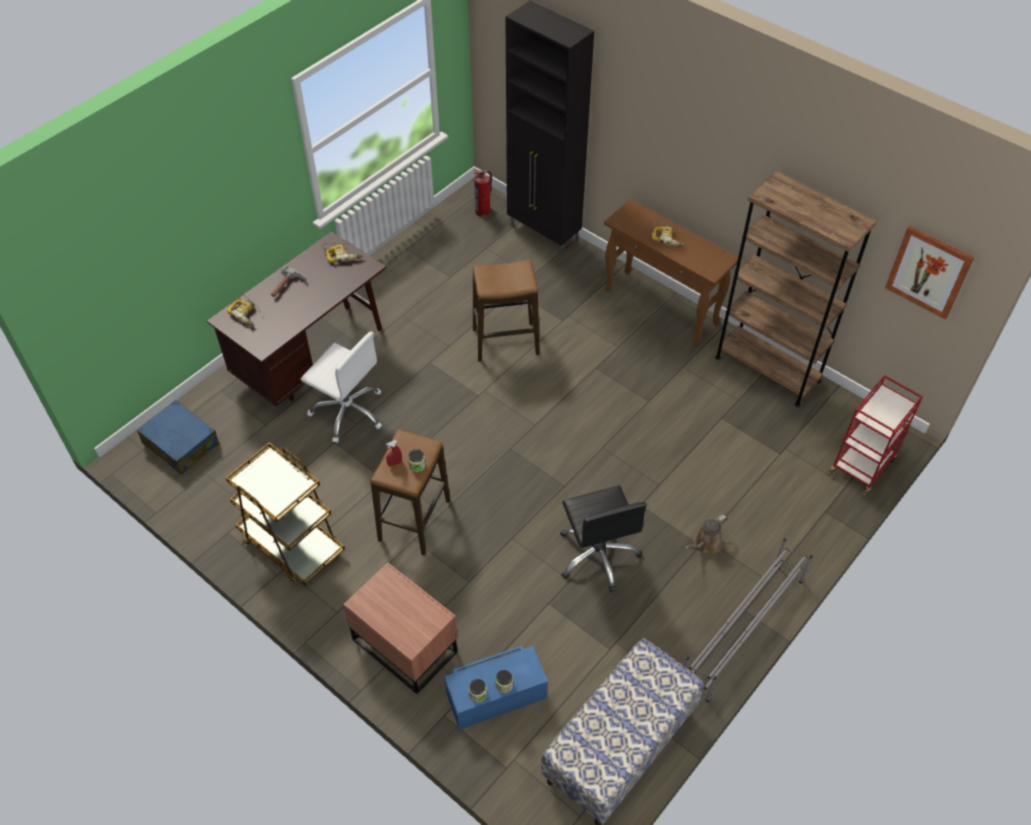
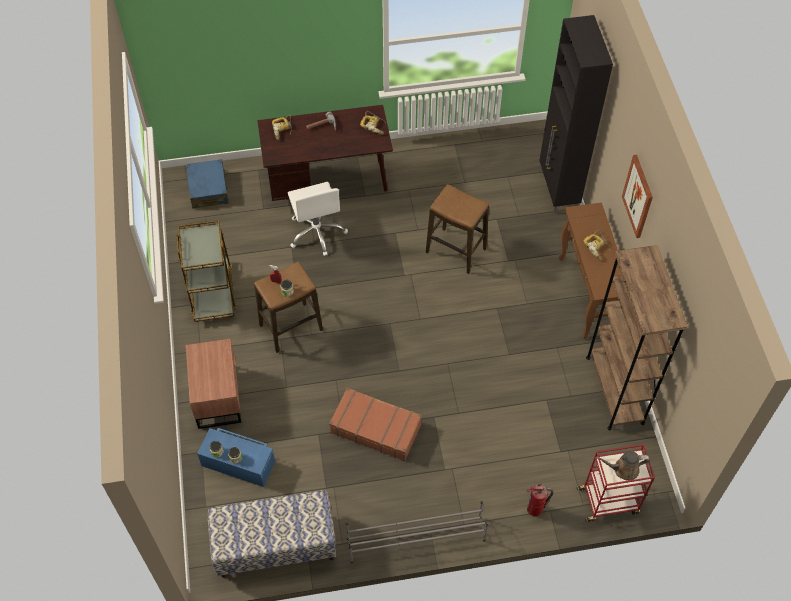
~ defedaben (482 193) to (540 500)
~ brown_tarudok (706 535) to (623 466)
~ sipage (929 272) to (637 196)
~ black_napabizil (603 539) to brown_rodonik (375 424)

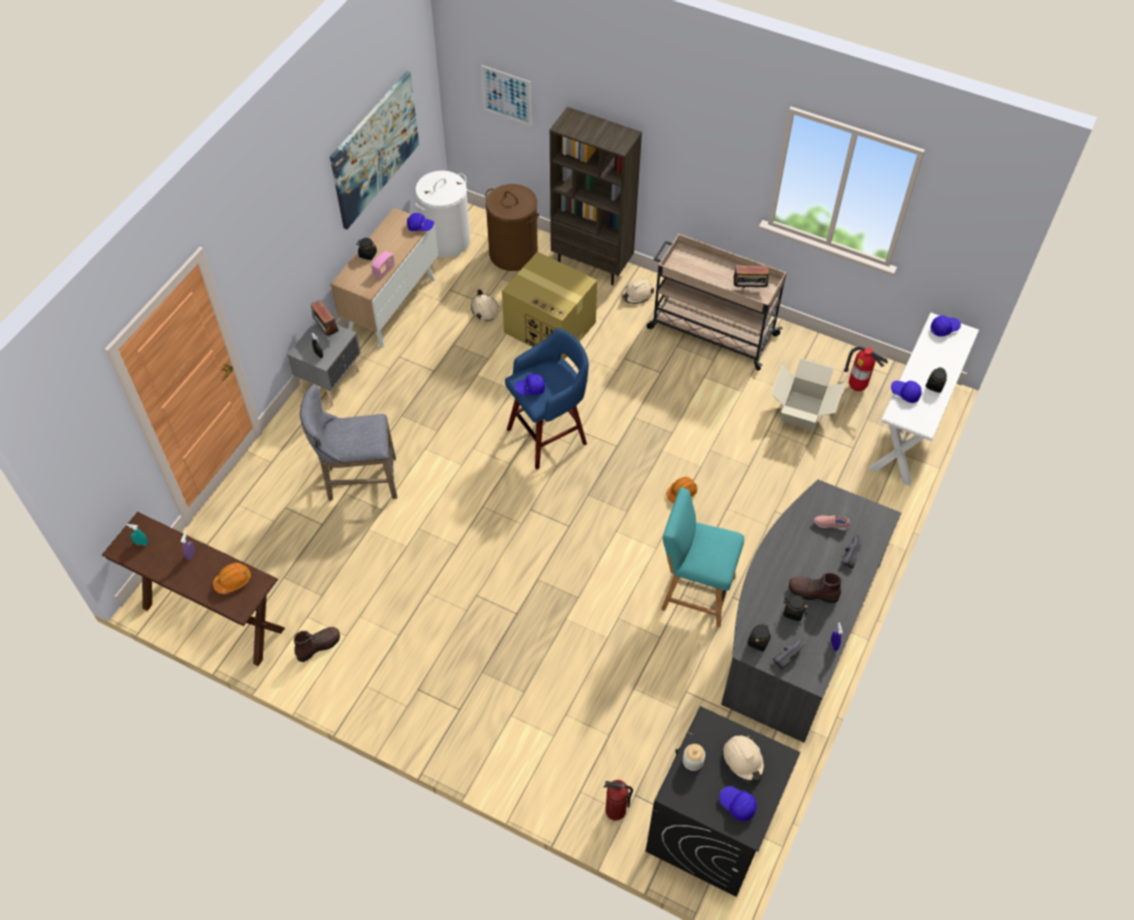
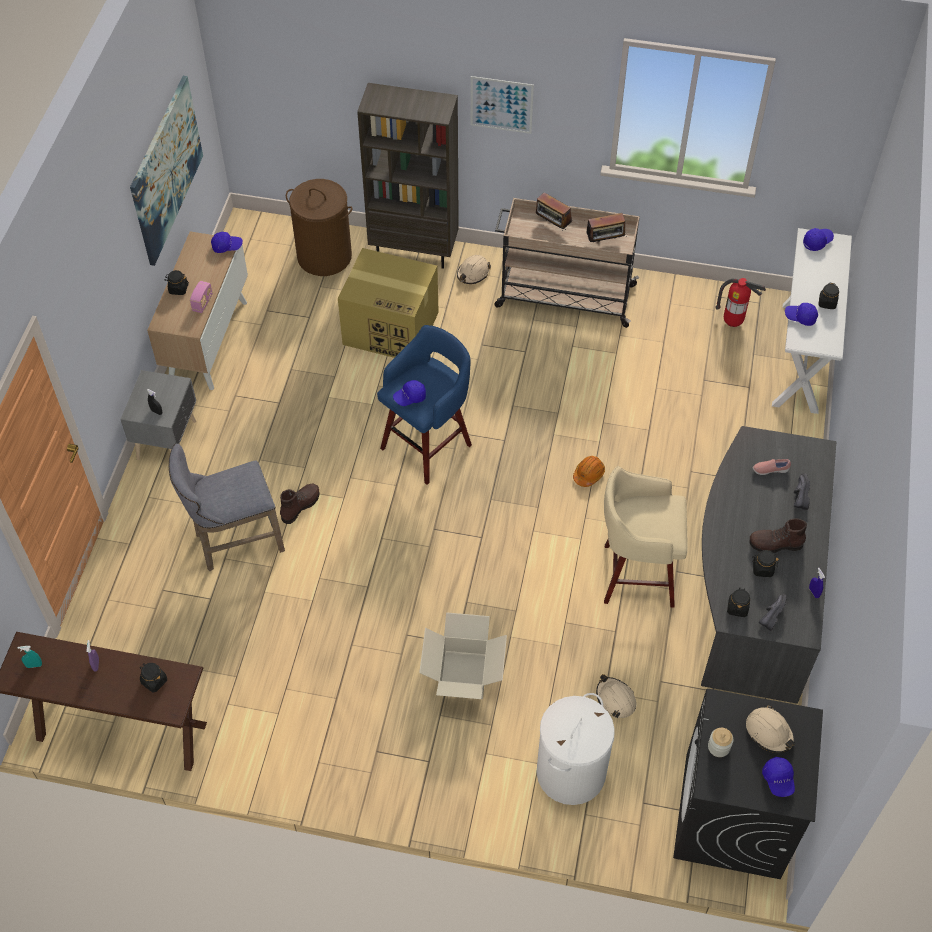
- defedaben (618 800)
~ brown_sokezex (317 644) to (299 504)
~ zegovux (325 318) to (554 211)
~ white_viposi (442 214) to (575 749)
~ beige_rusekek (485 305) to (616 696)
~ sipage (506 95) to (502 105)
~ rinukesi (808 394) to (463 655)
~ orange_rusekek (232 578) to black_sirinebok (153 677)
~ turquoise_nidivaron (702 557) to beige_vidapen (646 537)
~ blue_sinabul (738 803) = (778 777) 120 degrees counterclockwise

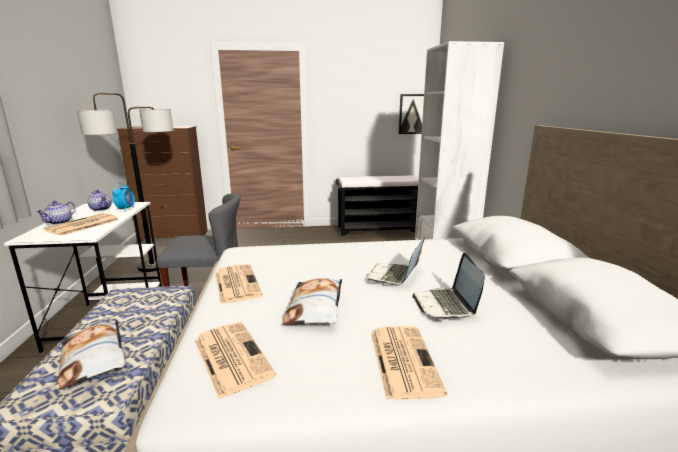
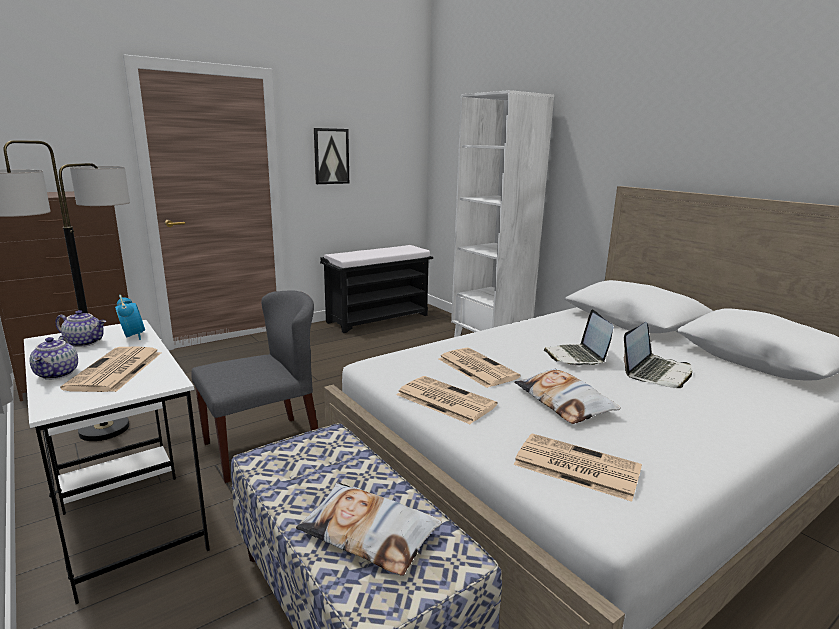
~ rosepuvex (409 363) to (479 368)
~ sipage (411 114) to (331 156)
~ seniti (448 286) = (658 355) 105 degrees counterclockwise

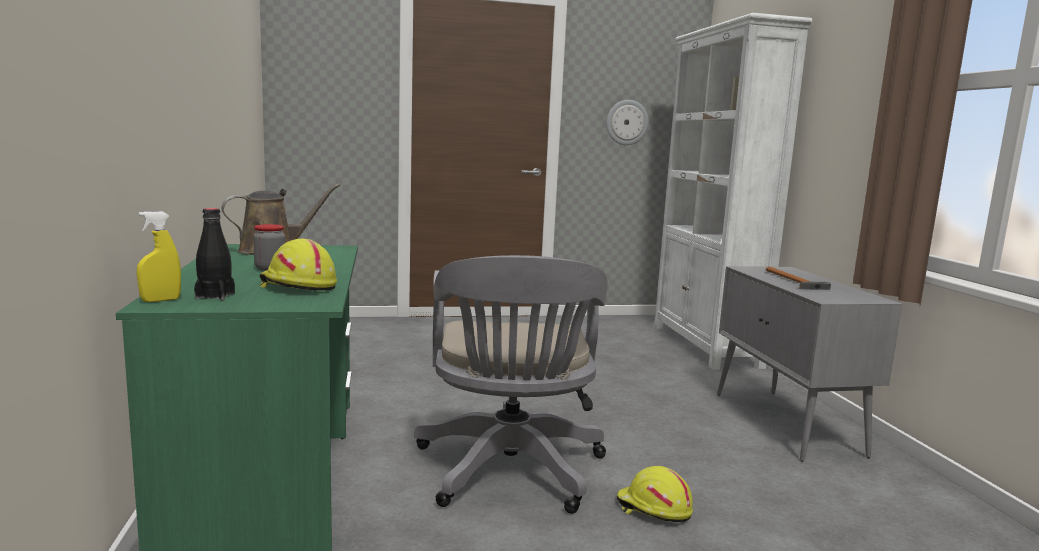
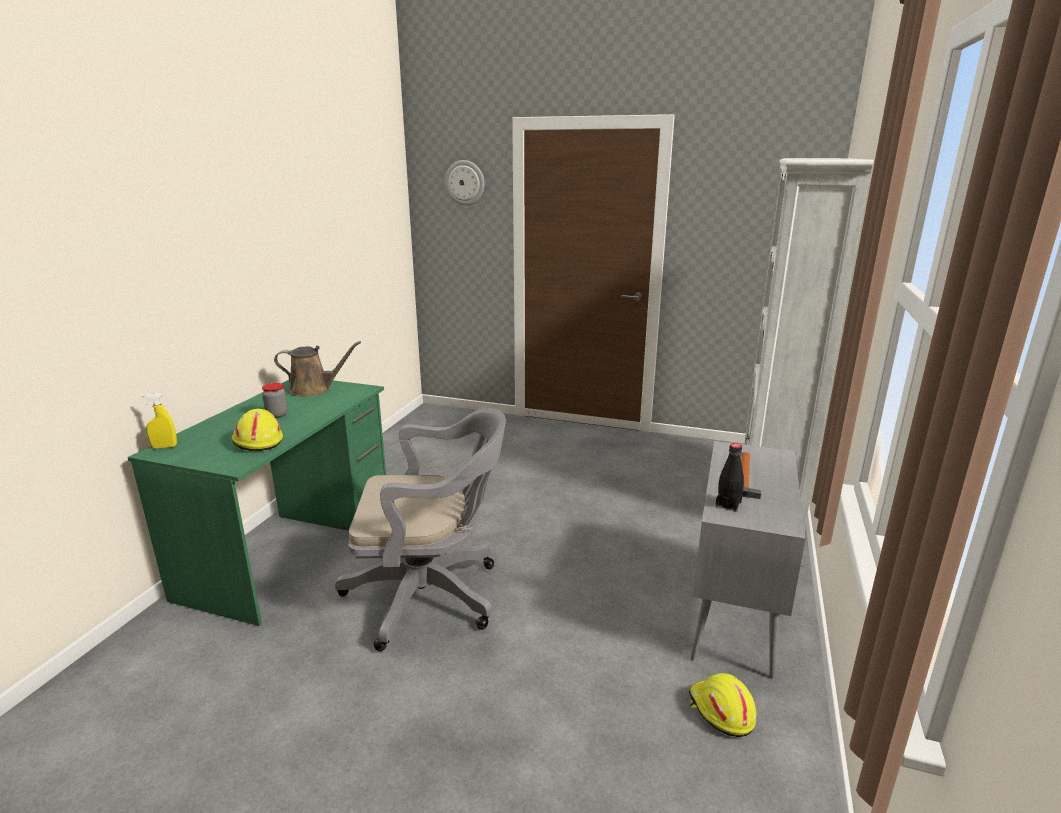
~ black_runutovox (214 254) to (729 477)
~ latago (627 122) to (465 182)
~ yellow_rusekek (655 494) to (722 705)
~ grey_napabizil (511 384) = (420 529) 120 degrees counterclockwise

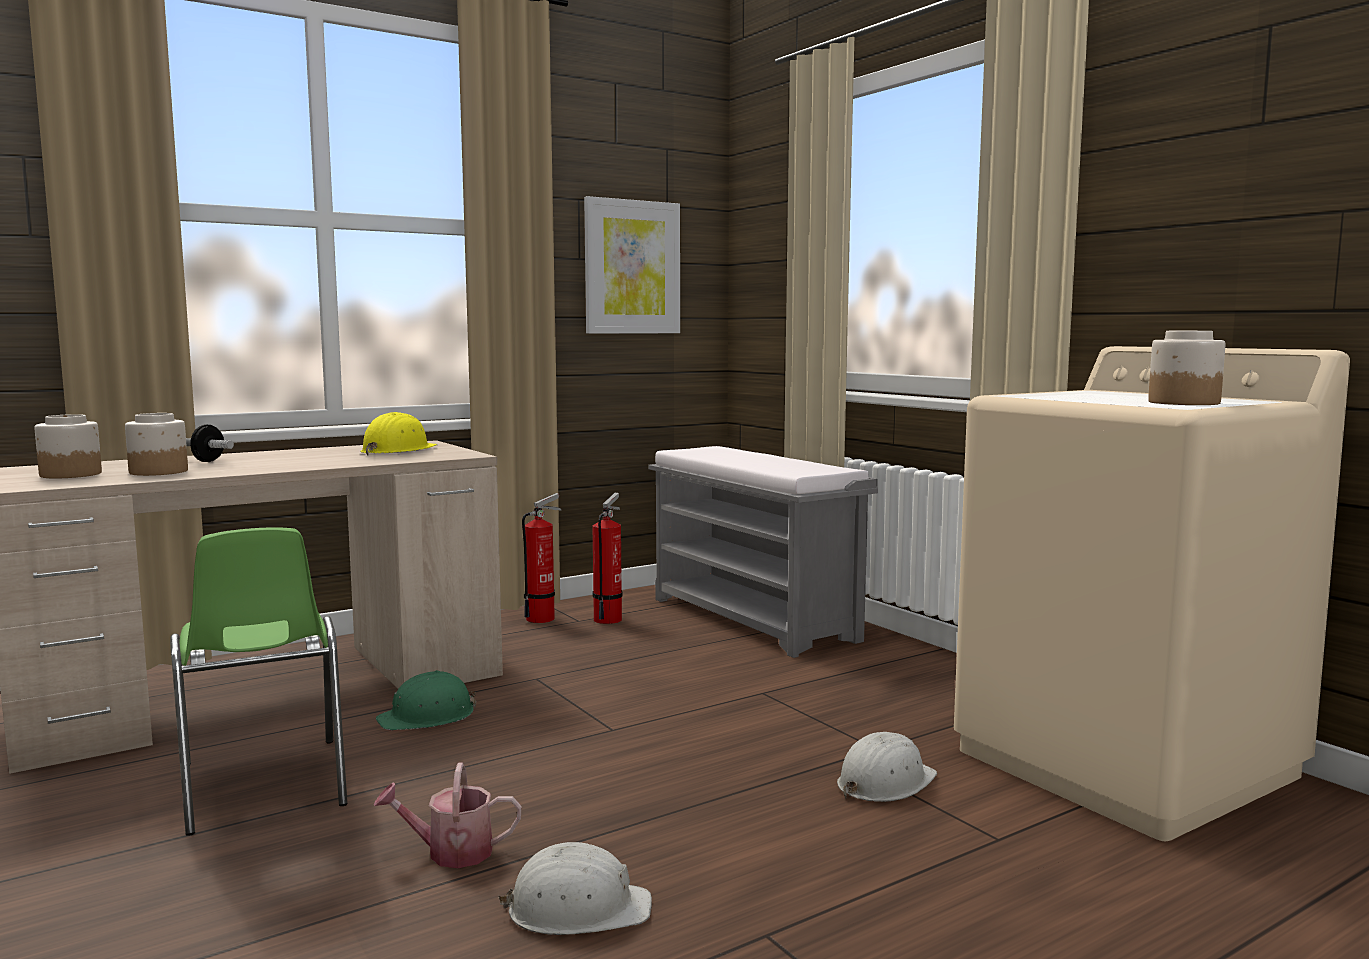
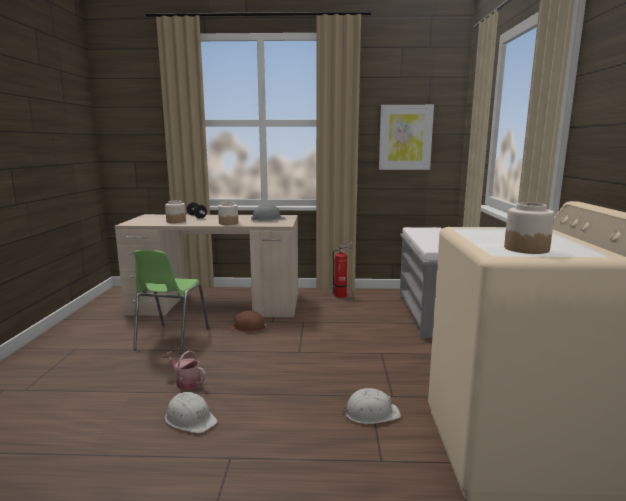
- defedaben (607 558)
~ sirinebok (68 446) to (228 213)
~ yellow_rusekek (398 434) to grey_rusekek (268 212)
~ green_rusekek (426 700) to brown_rusekek (248 322)

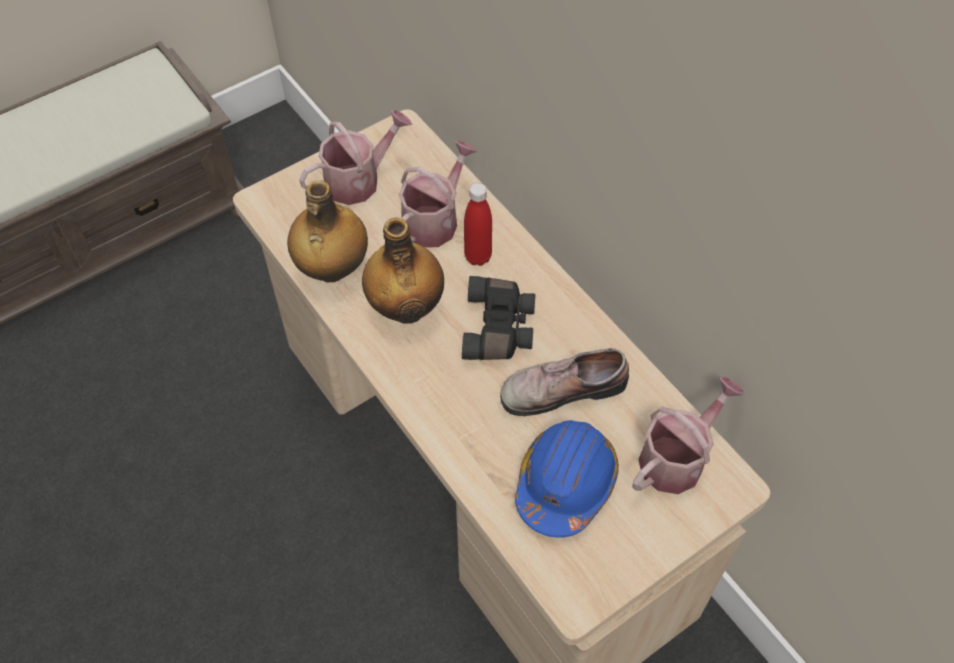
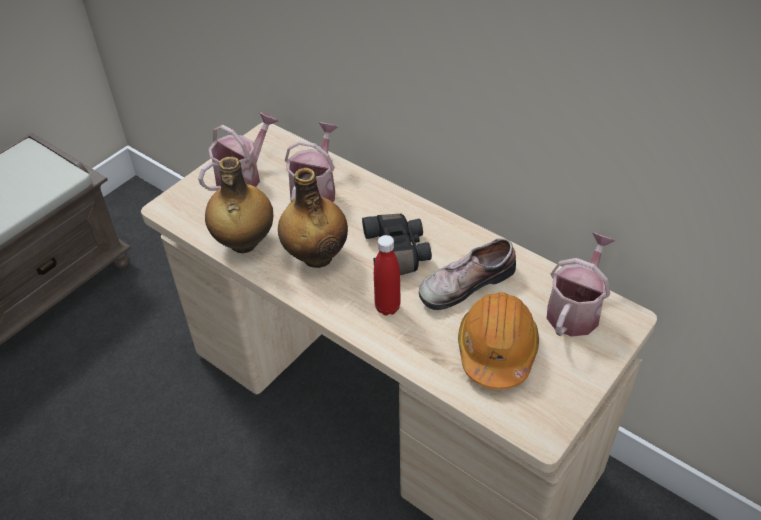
~ red_runutovox (478 224) to (387 275)
~ blue_rusekek (567 479) to orange_rusekek (498 341)

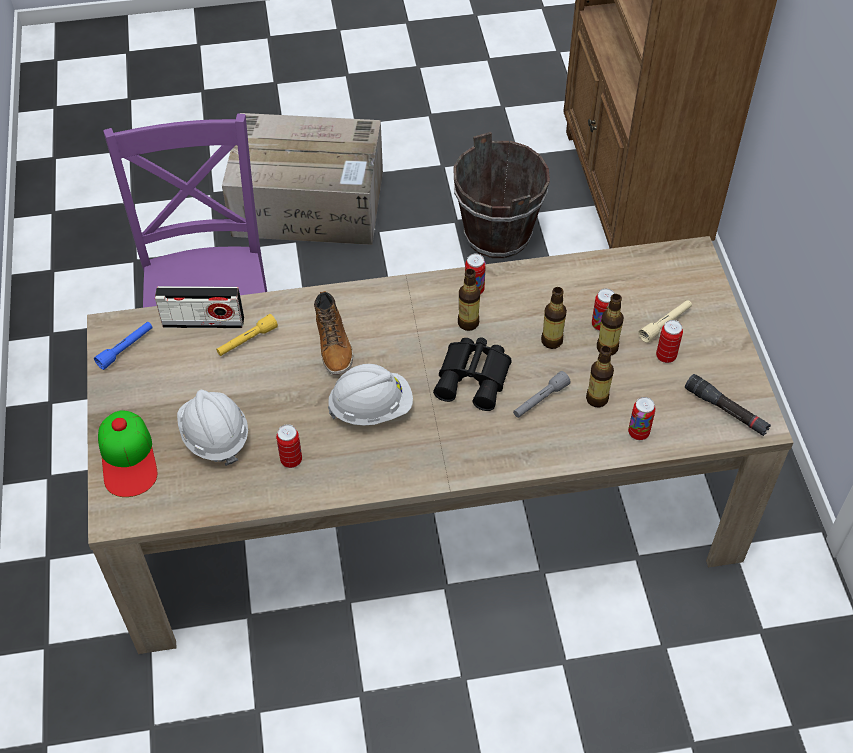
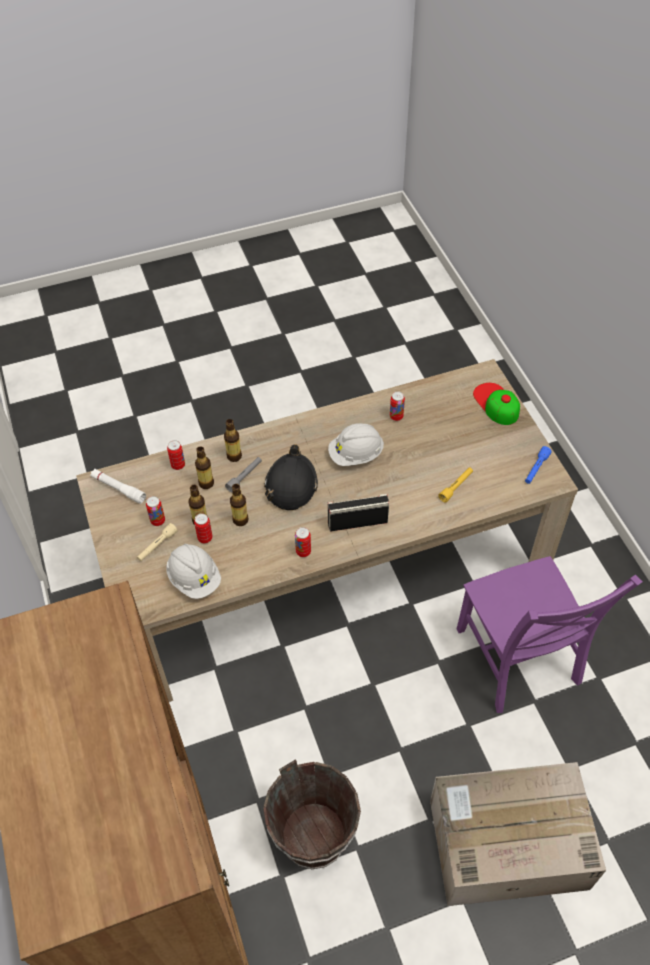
- sokezex (333 333)
~ zegovux (199 307) to (358 513)
~ white_rusekek (212 428) to (193 571)
~ runutovox (469 300) to (233 440)
~ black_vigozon (472 374) to black_rusekek (291 477)
~ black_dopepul (728 405) to white_dopepul (118 486)

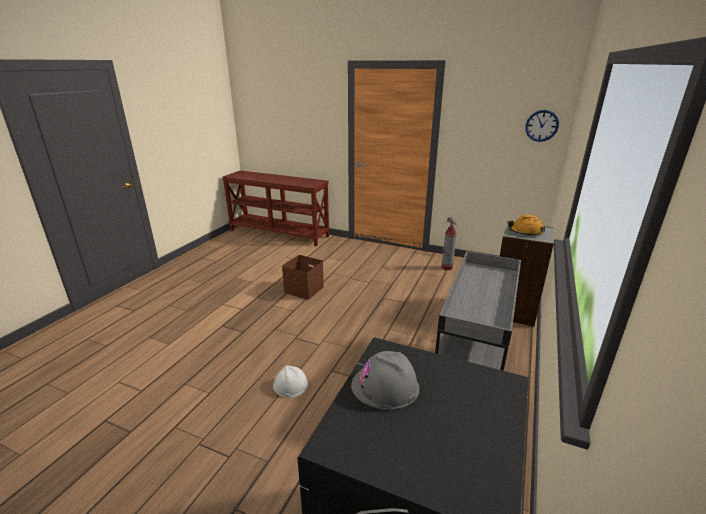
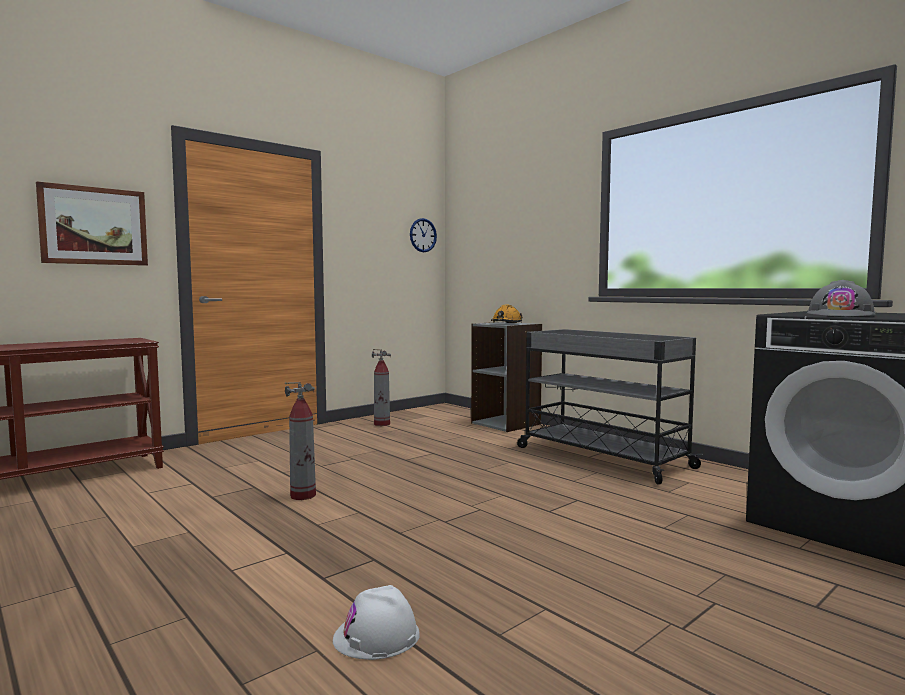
+ sipage (92 224)
~ white_rusekek (290 381) to (376 622)
~ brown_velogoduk (303 277) to defedaben (300 441)

